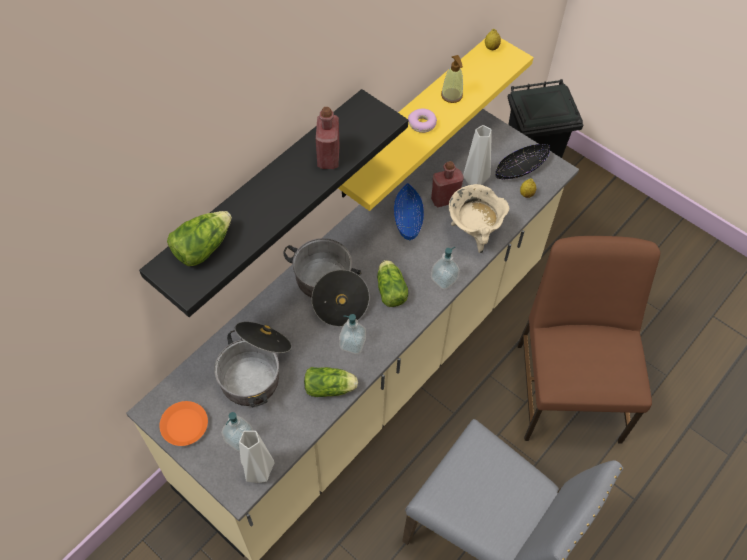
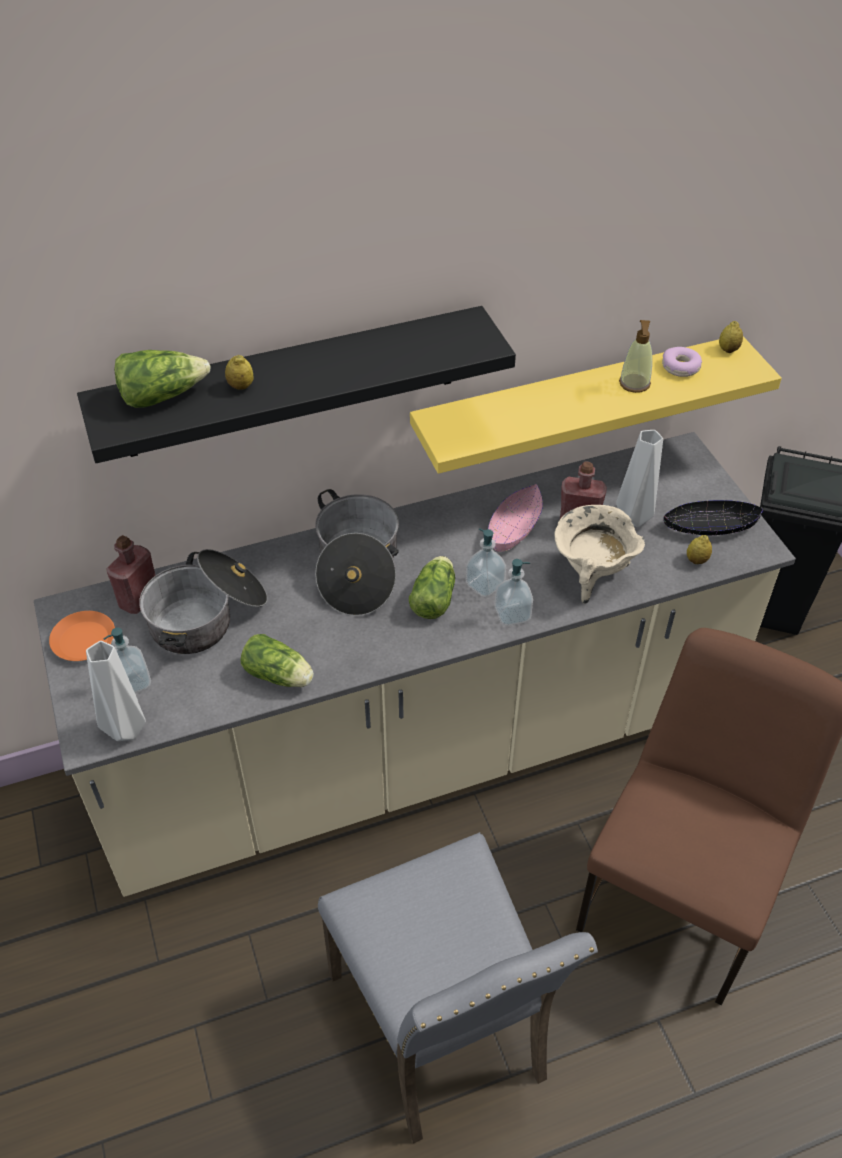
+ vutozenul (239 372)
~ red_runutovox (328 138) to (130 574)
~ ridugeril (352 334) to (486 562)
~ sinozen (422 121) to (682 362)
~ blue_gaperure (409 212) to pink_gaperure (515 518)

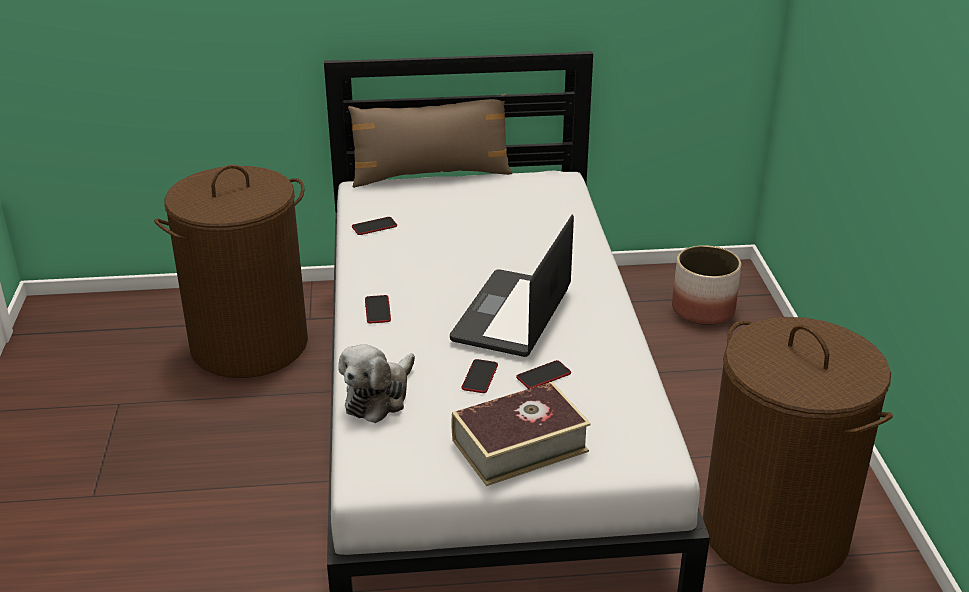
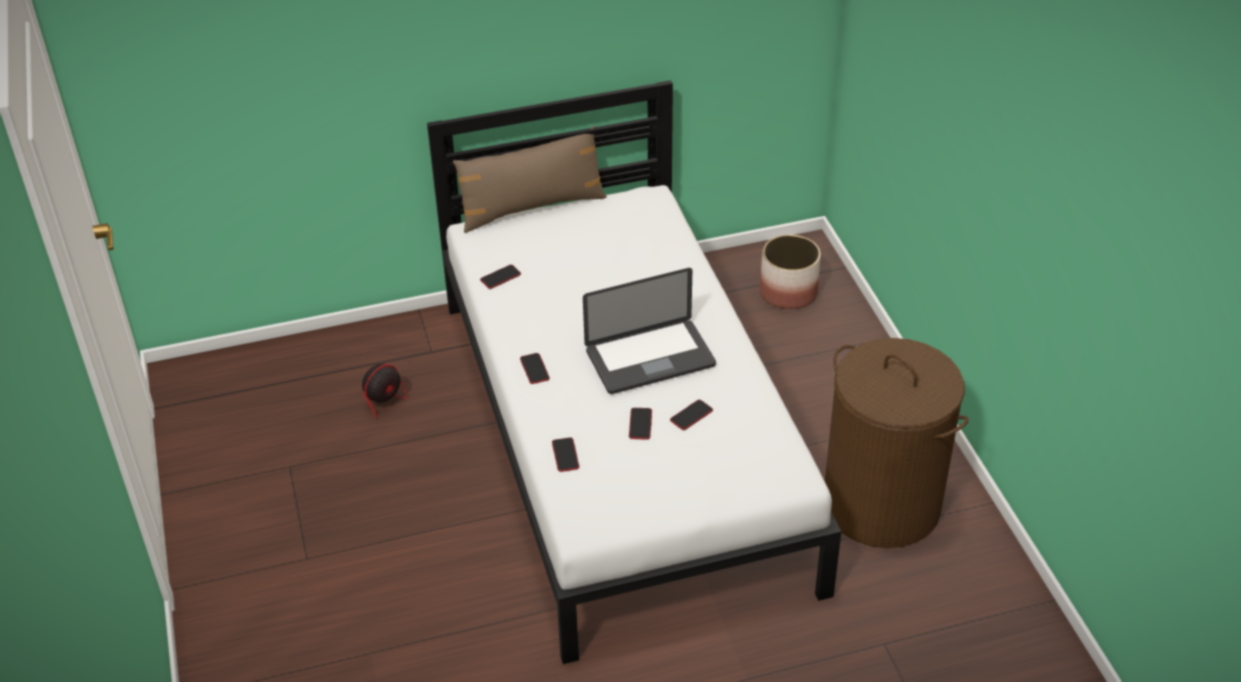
- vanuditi (521 434)
~ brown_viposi (231 271) to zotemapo (380 383)
~ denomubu (376 383) to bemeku (565 454)
~ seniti (512 285) = (649 331) 120 degrees counterclockwise

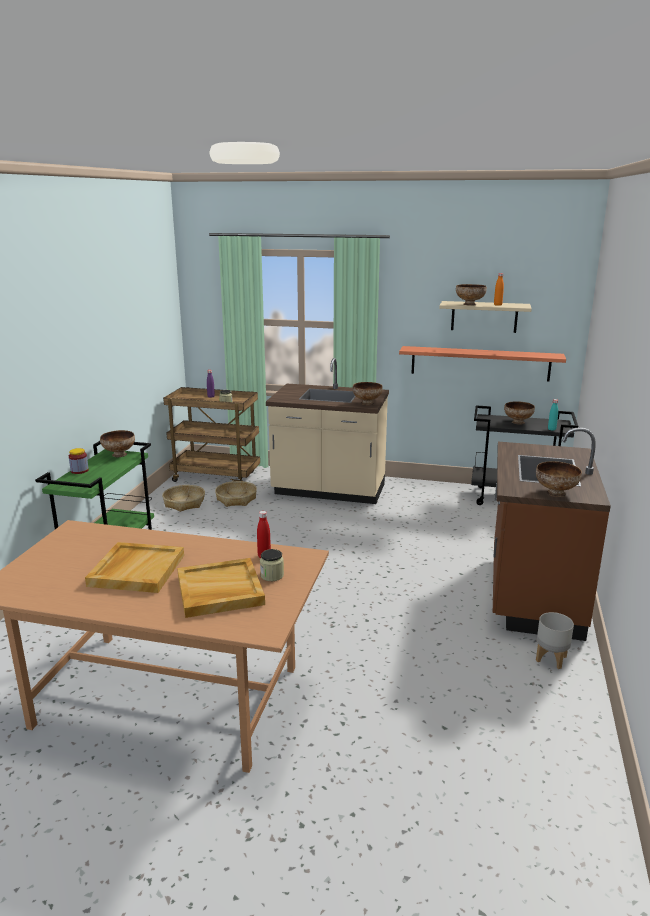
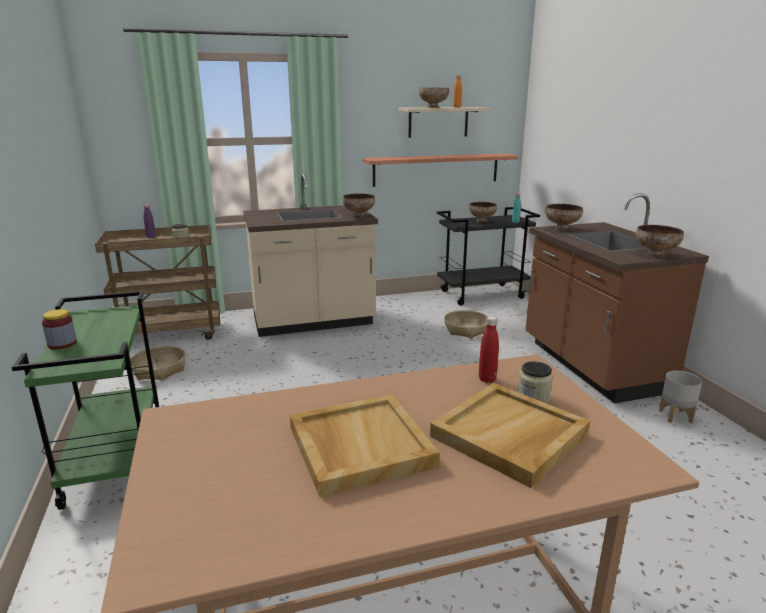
~ gaperure (117 443) to (564 217)
~ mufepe (236 494) to (466 324)

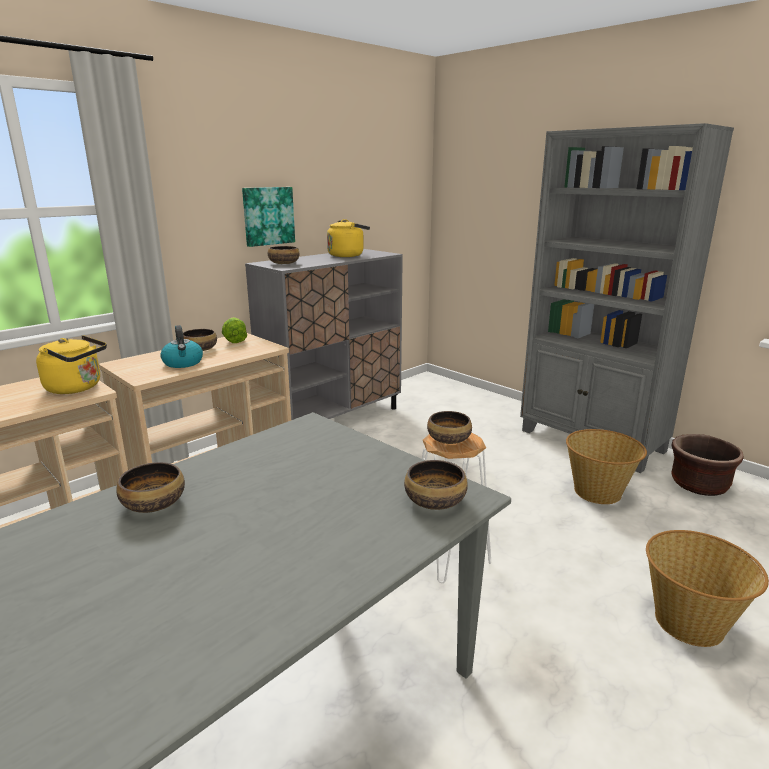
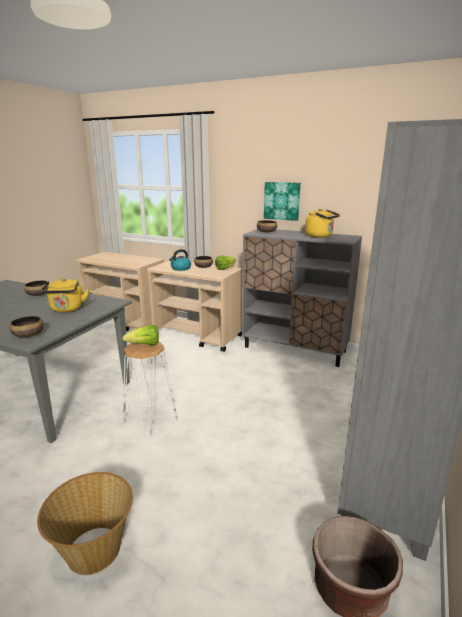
- mufepe (606 466)
~ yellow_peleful (71 364) to (65 295)
~ gaperure (449 427) to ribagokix (140 335)

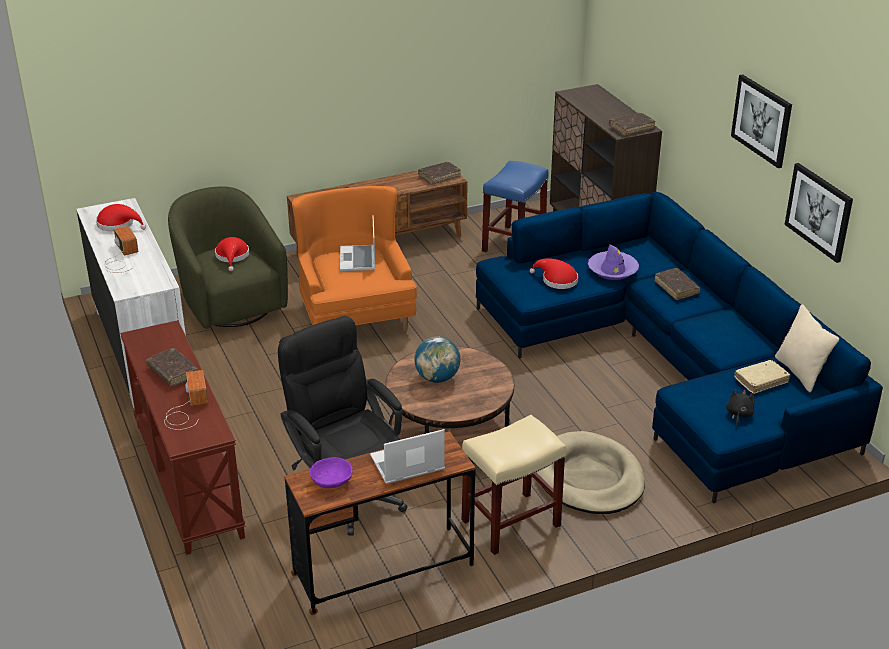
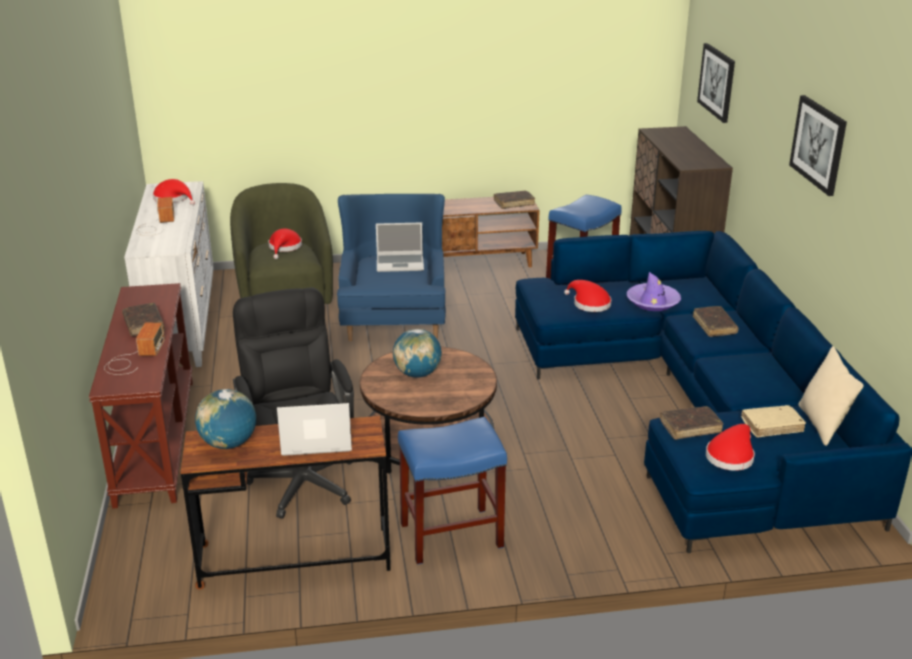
- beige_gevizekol (590 472)
~ brown_vanuditi (632 124) to (691 423)
~ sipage (818 213) to (716 83)
~ purple_gaperure (331 472) to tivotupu (225 419)
~ black_denomubu (740 407) to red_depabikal (730 447)
~ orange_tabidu (354 258) to blue_tabidu (391 267)
~ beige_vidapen (513 485) to blue_vidapen (452 491)
~ seniti (358 243) = (400 247) 105 degrees counterclockwise

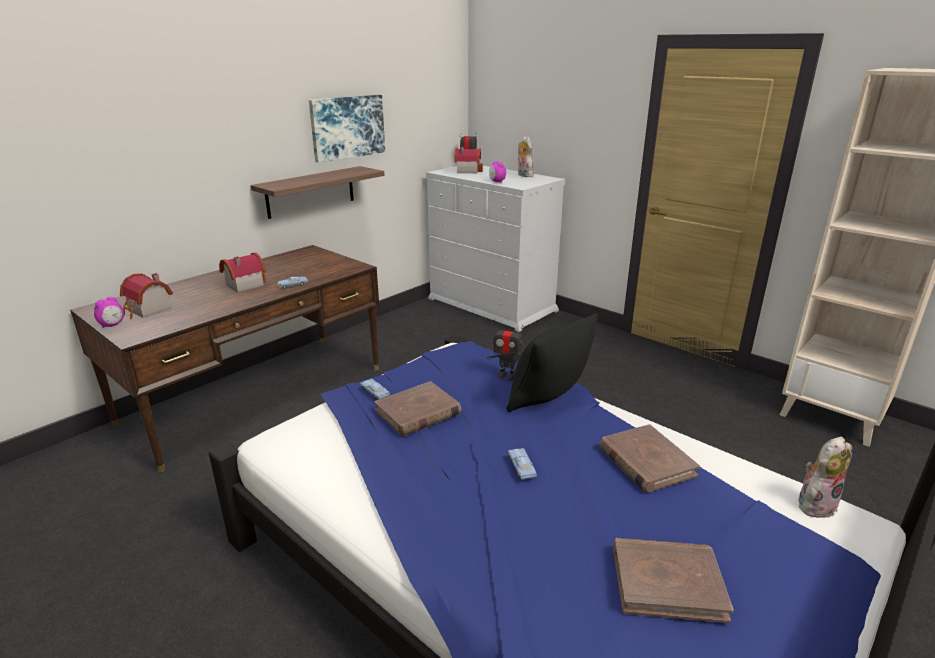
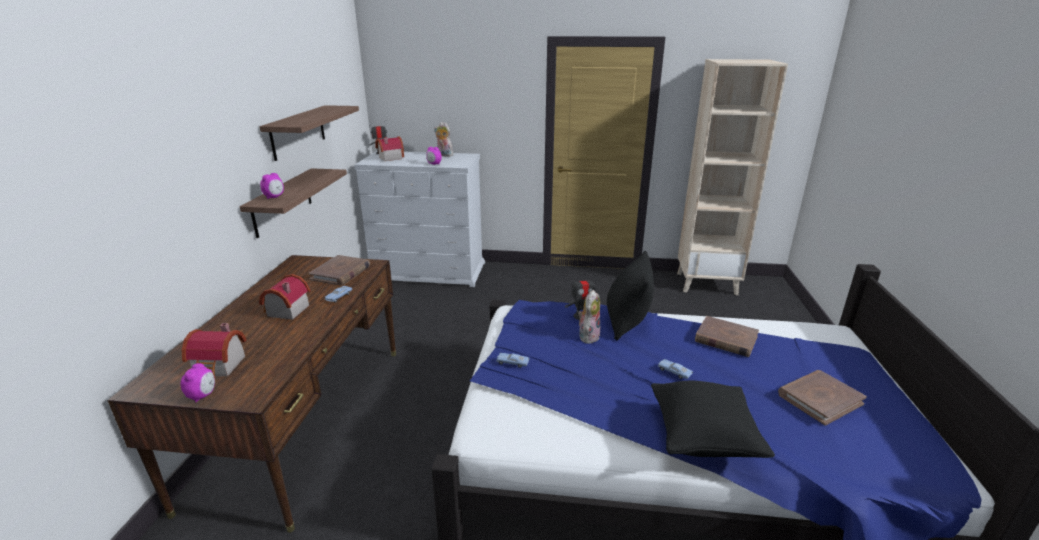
+ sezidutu (272 186)
+ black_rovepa (713 419)
~ brown_vanuditi (417 408) to (339 270)
~ denomubu (826 478) to (589 317)
~ sipage (347 129) to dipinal (309 133)

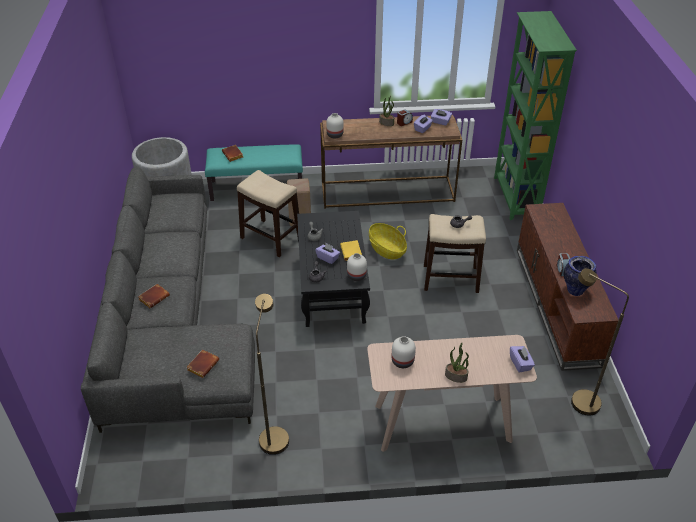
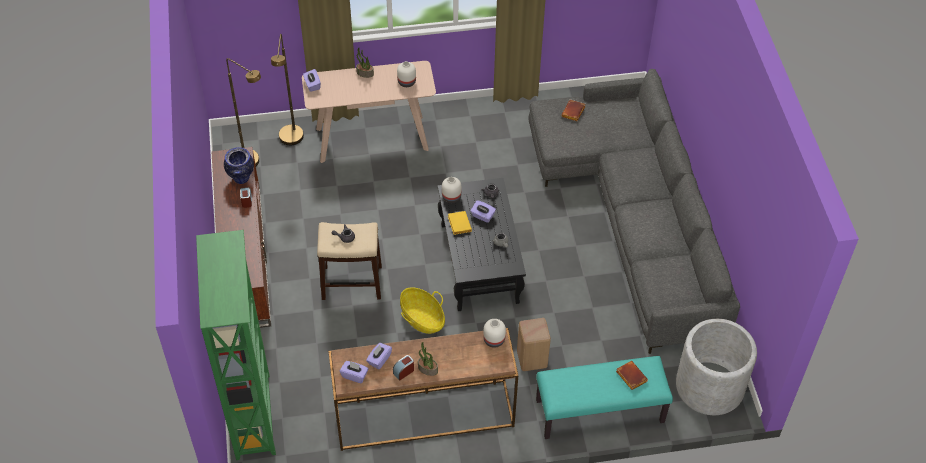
- brown_vanuditi (154 296)
- vidapen (268 213)
~ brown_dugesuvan (272 374) to (287 89)

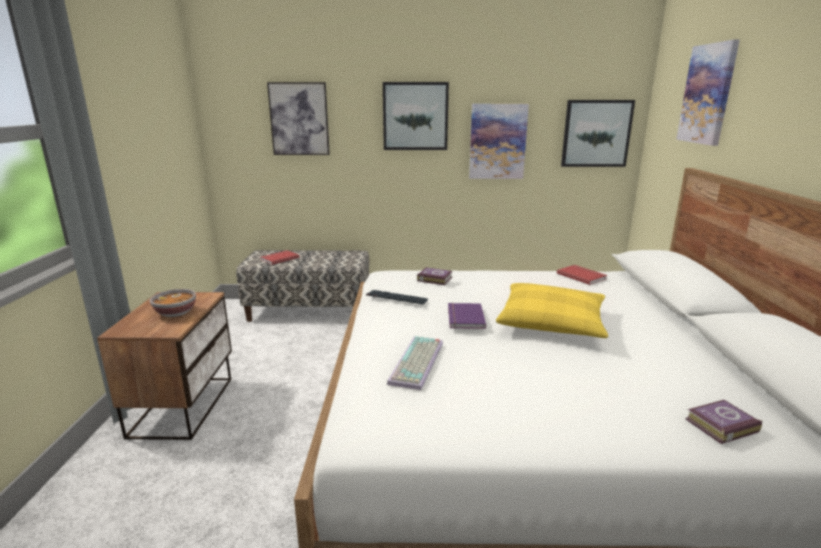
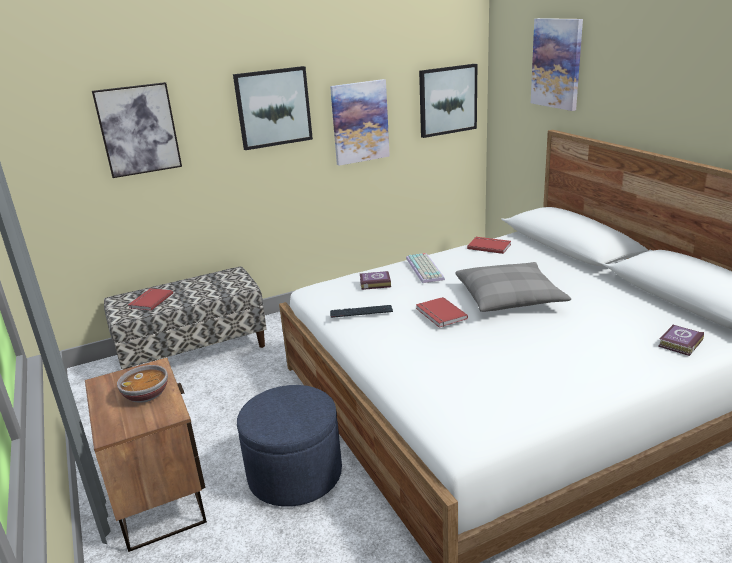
+ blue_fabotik (289 446)
~ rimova (415 363) to (425 268)
~ purple_vanuditi (467 316) to red_vanuditi (442 312)
~ yellow_rovepa (552 310) to grey_rovepa (513 287)

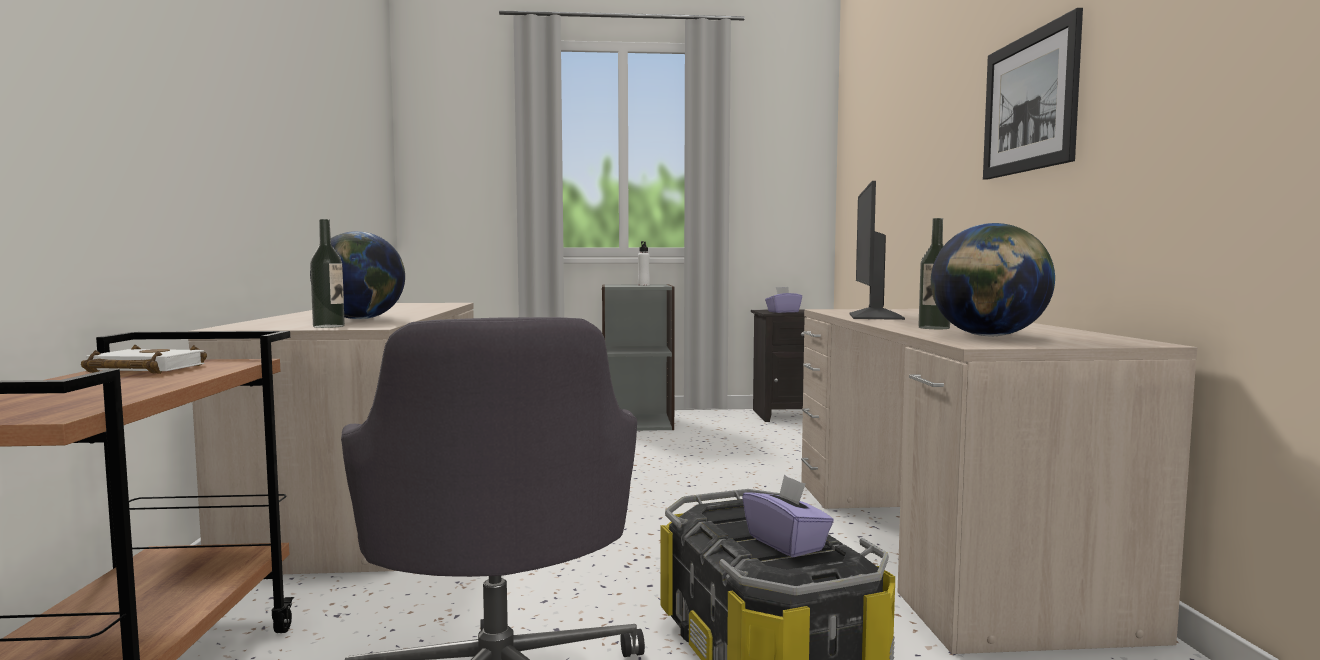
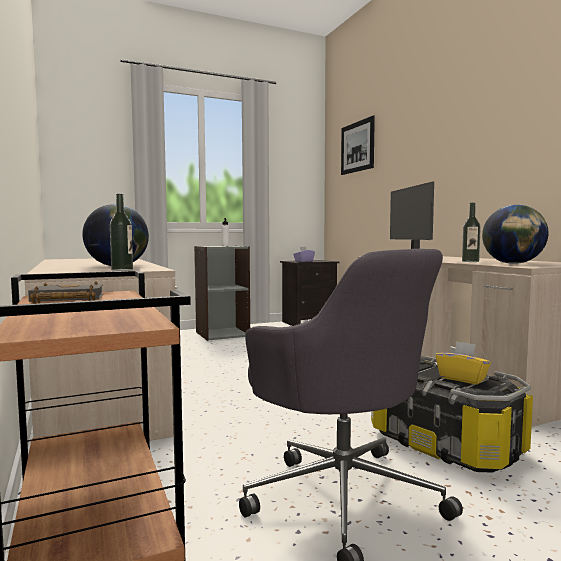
~ sipage (1033 94) to (358 145)
~ white_vanuditi (144 359) to black_vanuditi (65 292)
~ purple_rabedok (788 515) to yellow_rabedok (463 363)

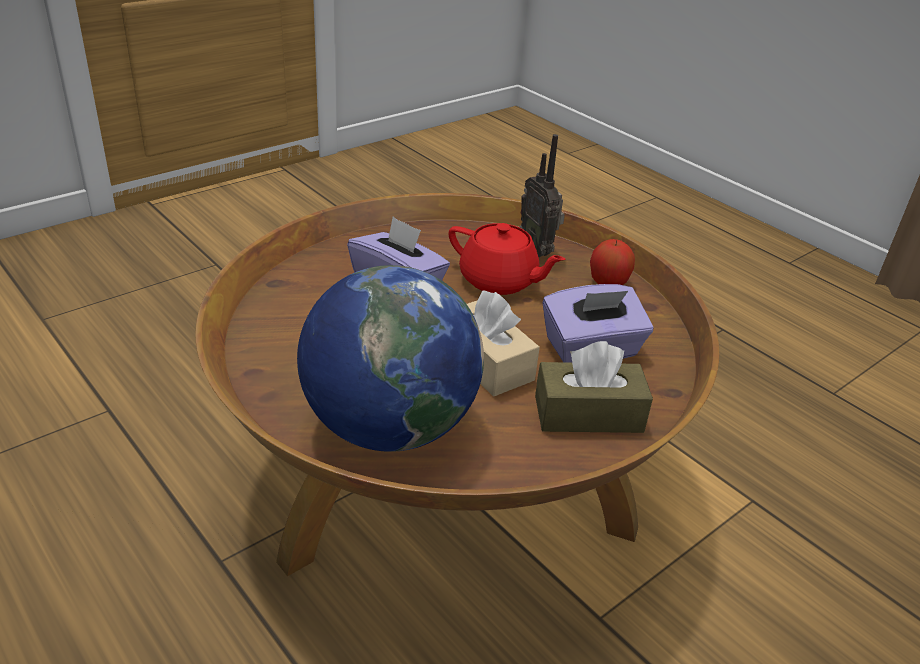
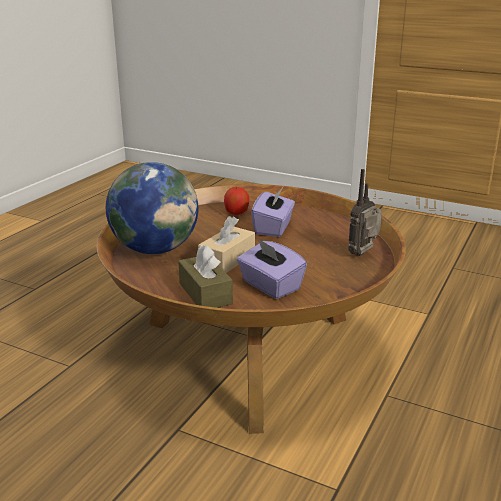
- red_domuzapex (507 259)
~ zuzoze (612 262) to (236 201)

